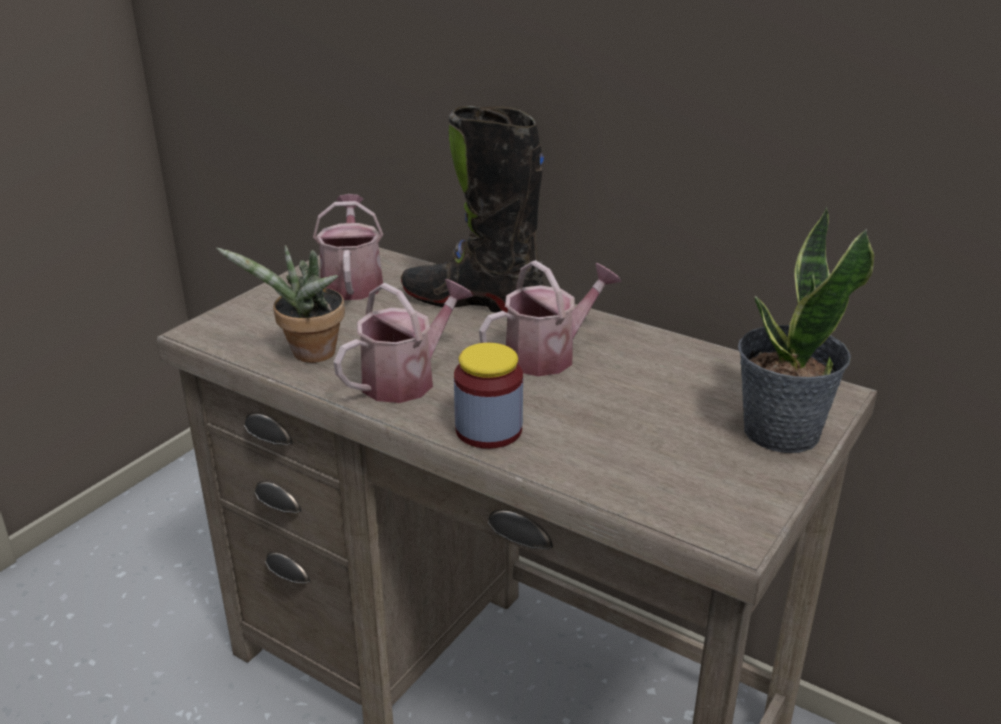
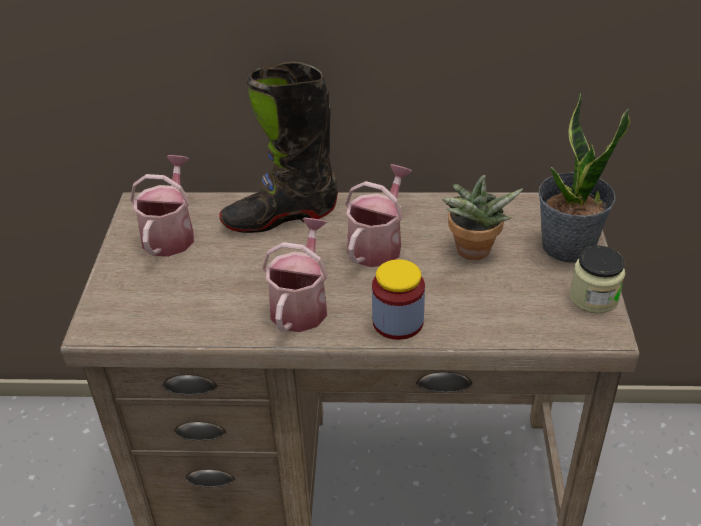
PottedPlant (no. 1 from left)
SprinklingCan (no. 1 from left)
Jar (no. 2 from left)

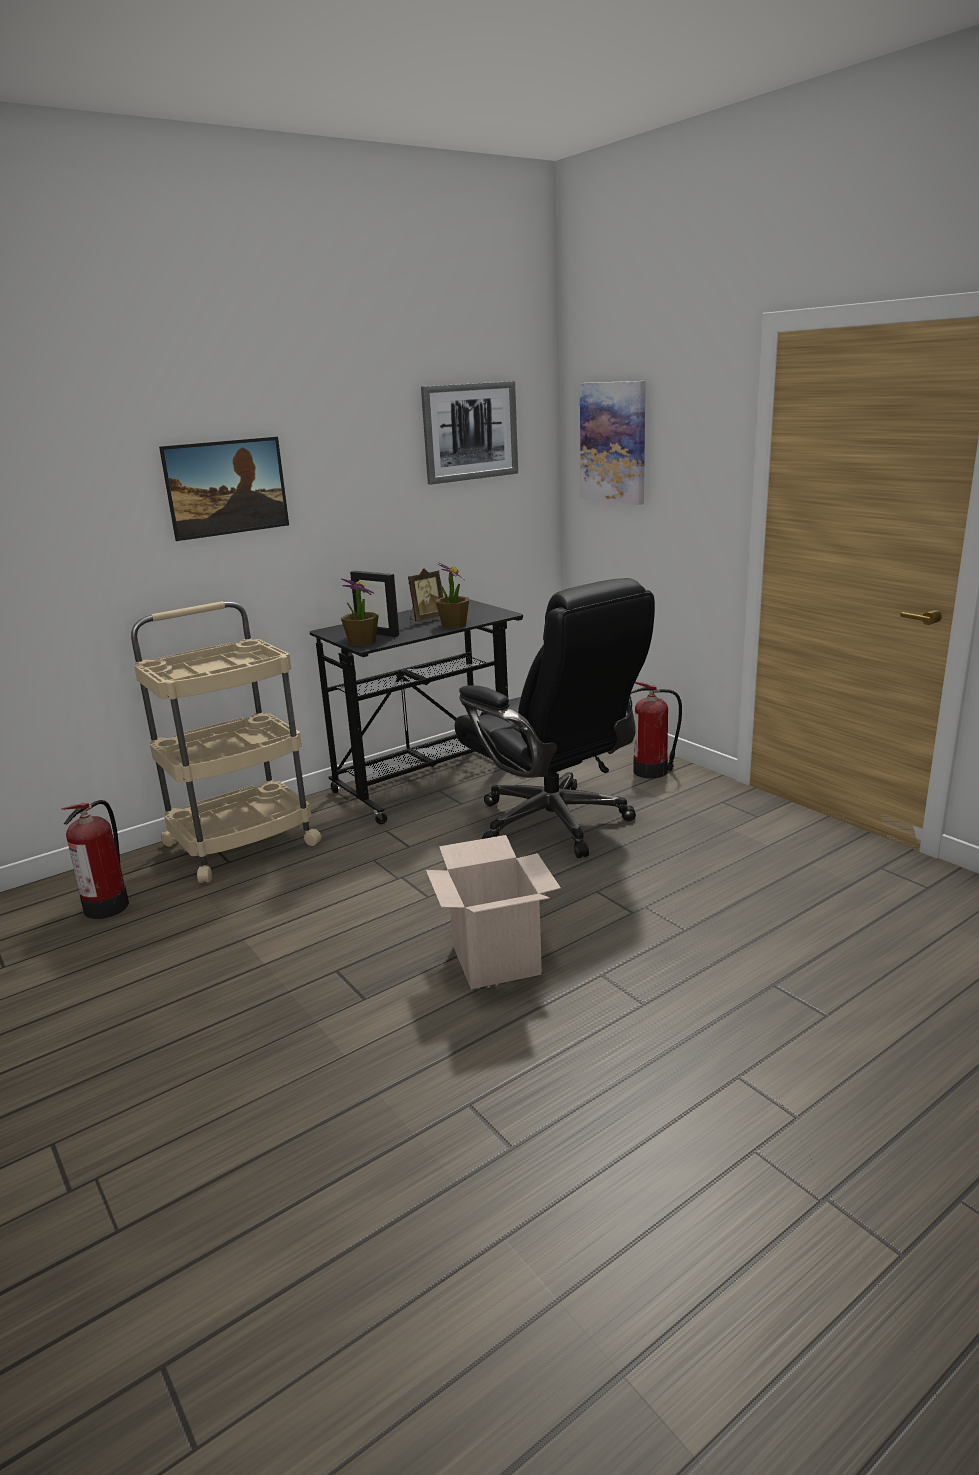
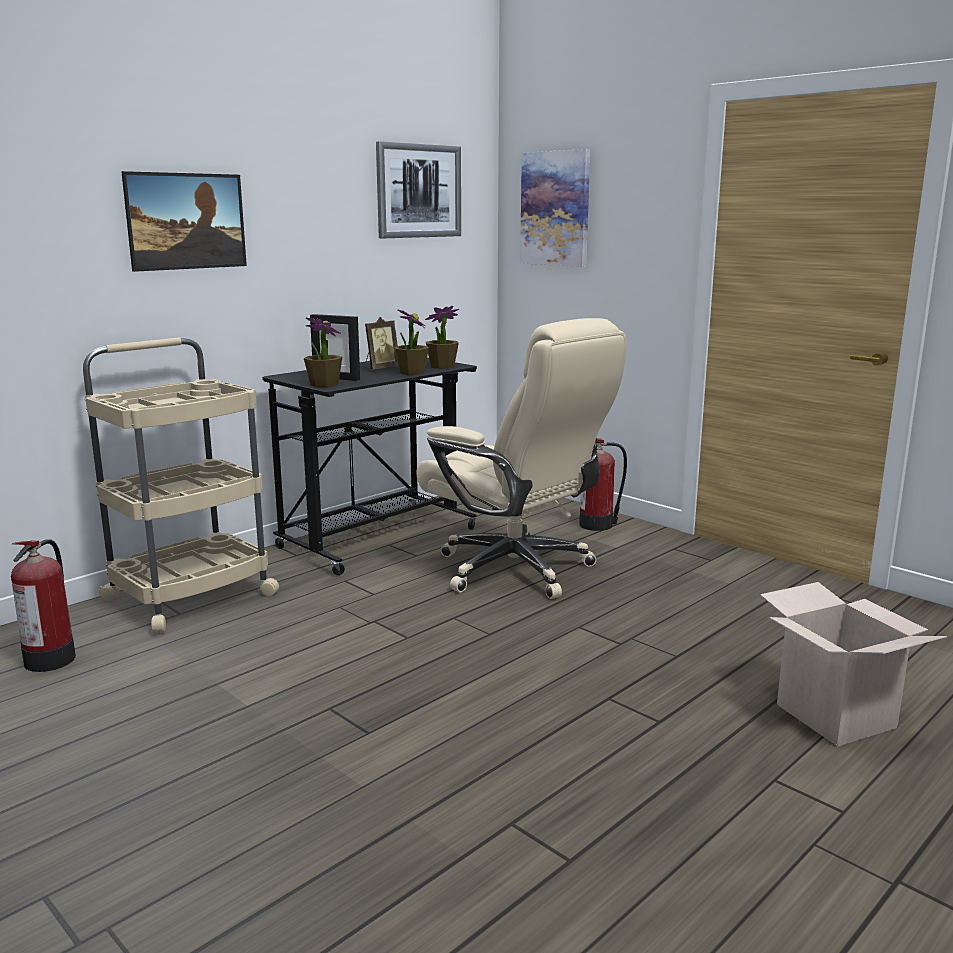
PackingBox
SandColouredOfficeChair
PottedPlant (no. 3 from left)

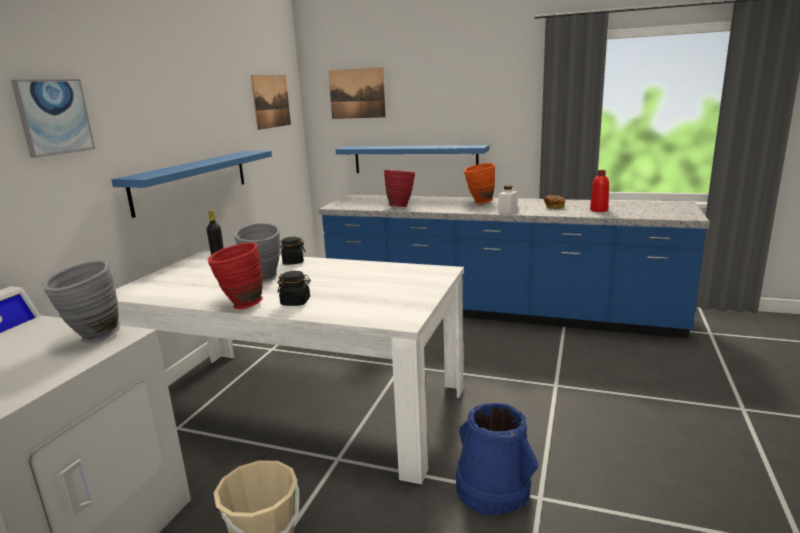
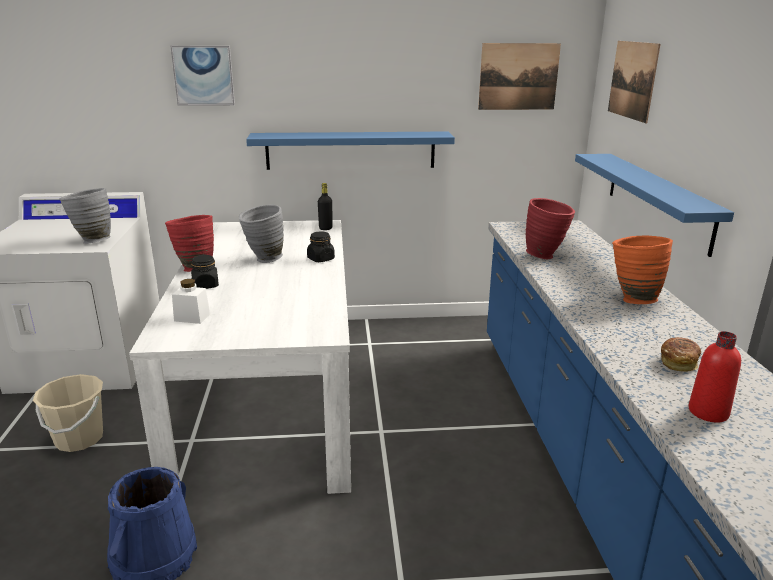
WhiteJar

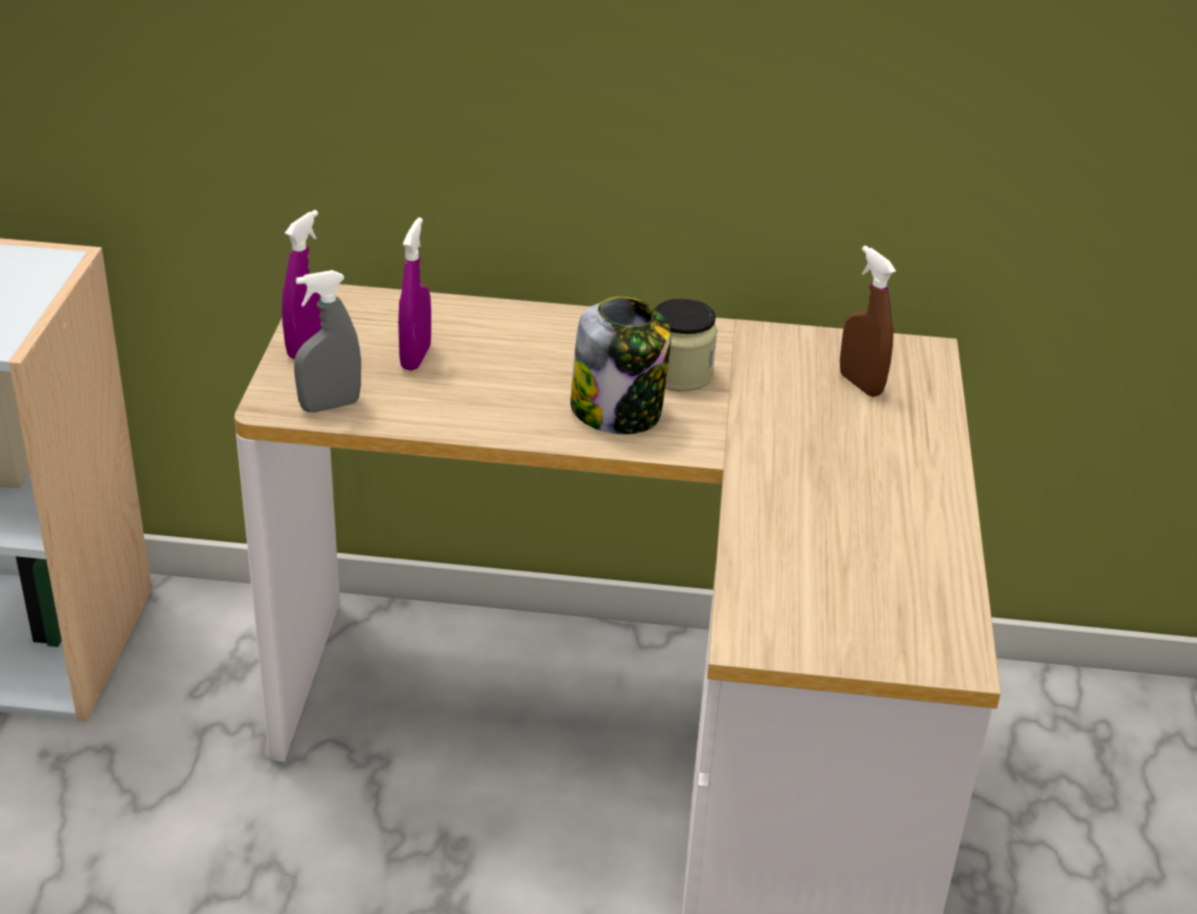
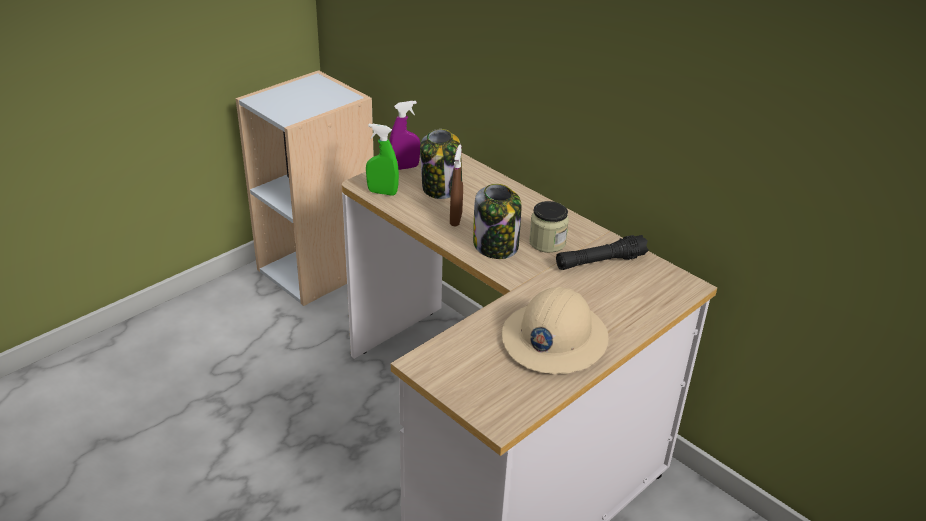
GreenColouredSprayer
Jar (no. 1 from left)
BrownColouredSprayer
SandColouredHardHat
BlackColouredFlashlight

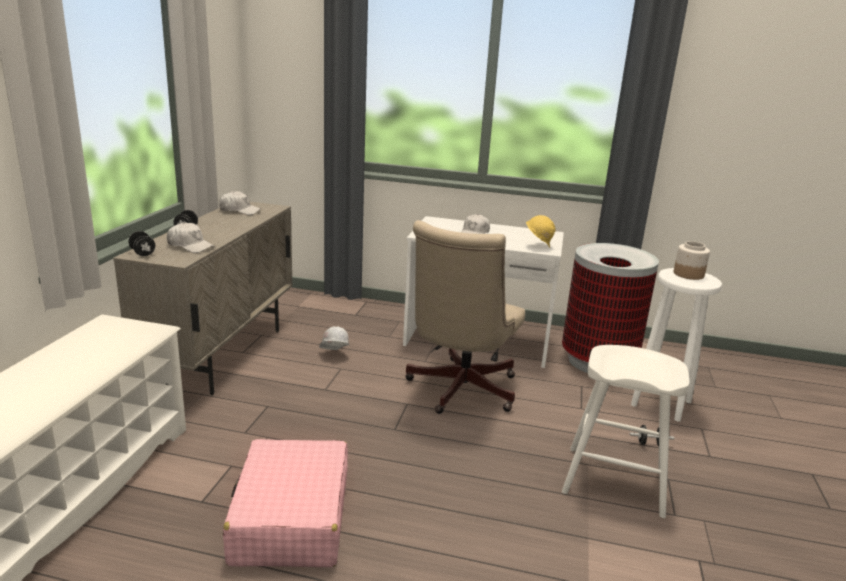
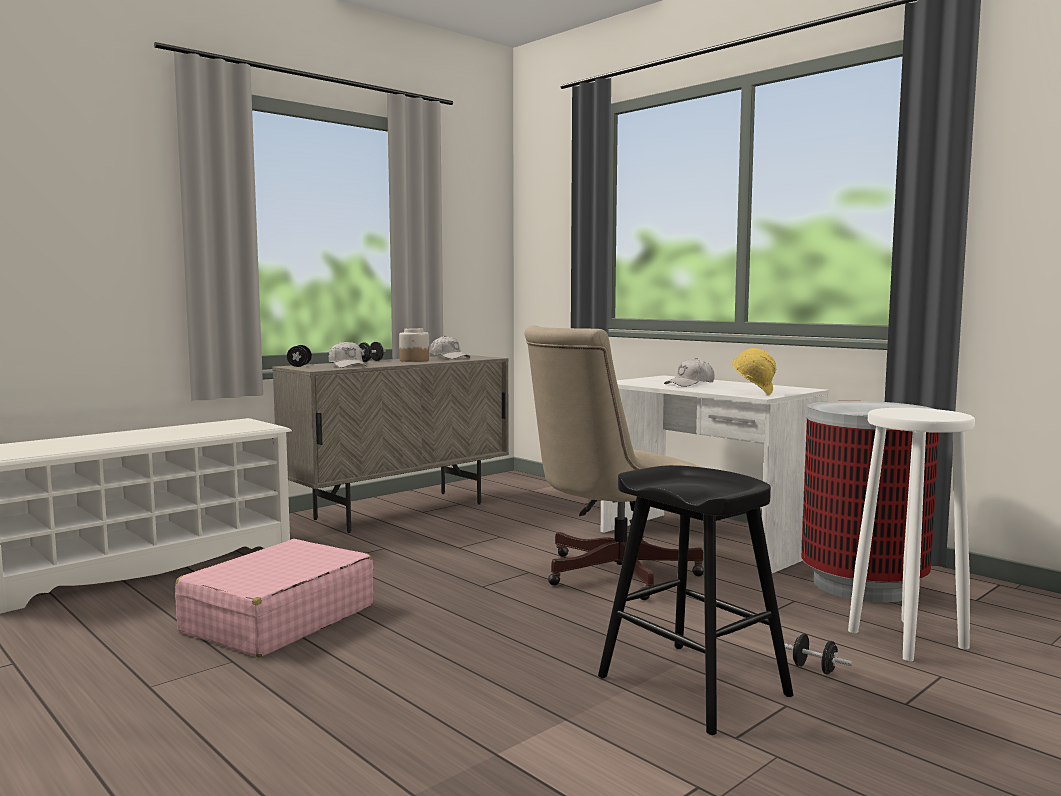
WhiteHardHat
BlackColouredSittingStool
Jar

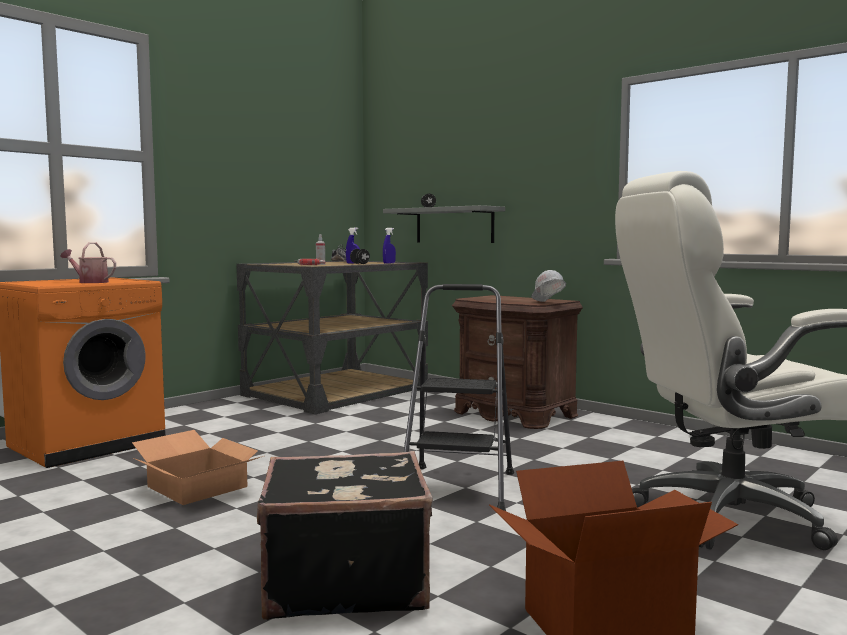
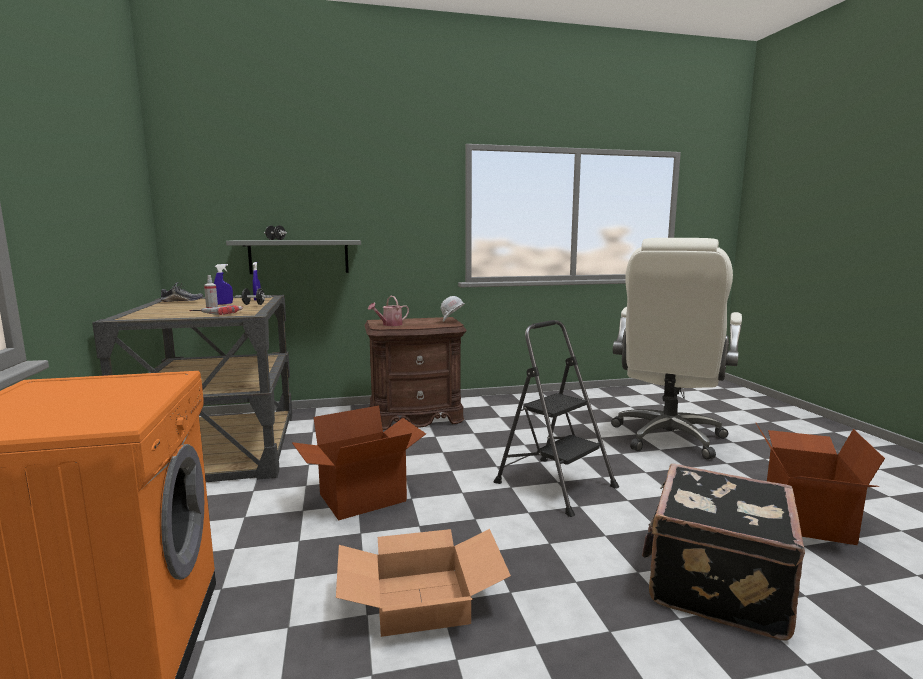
SprinklingCan
PackingBox (no. 1 from left)

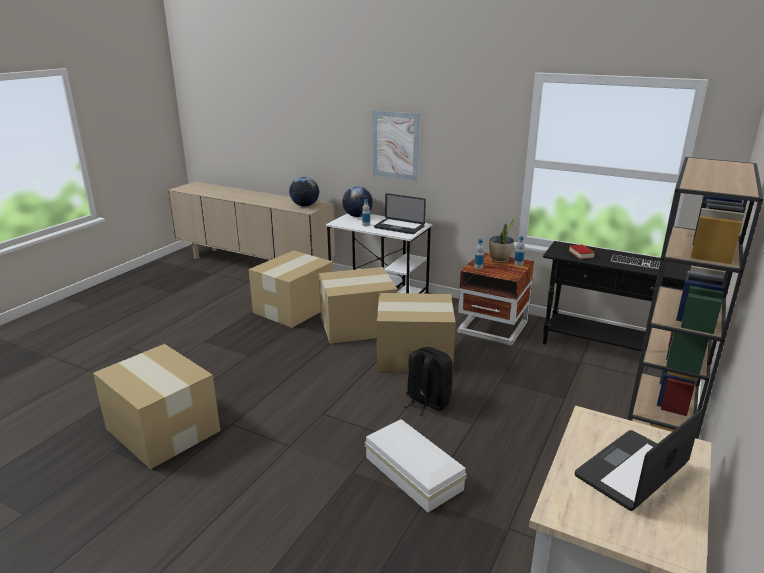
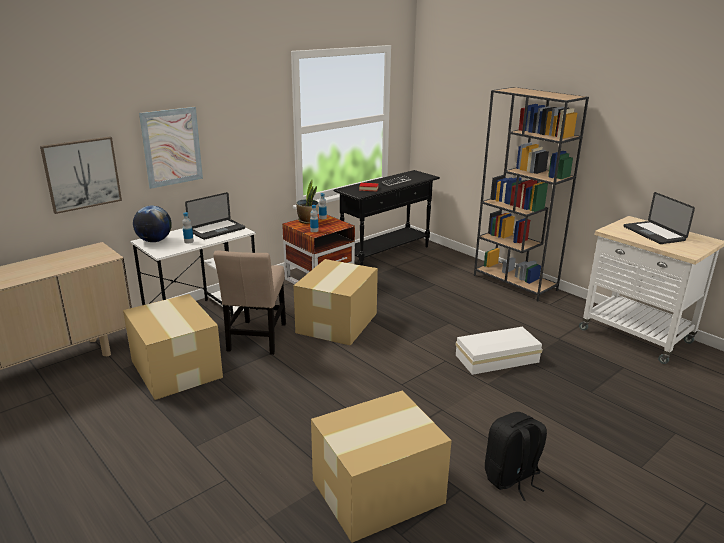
Globe (no. 1 from left in the first image)
SandColouredUprightChair
BlackColouredRucksack
Picture (no. 1 from left)

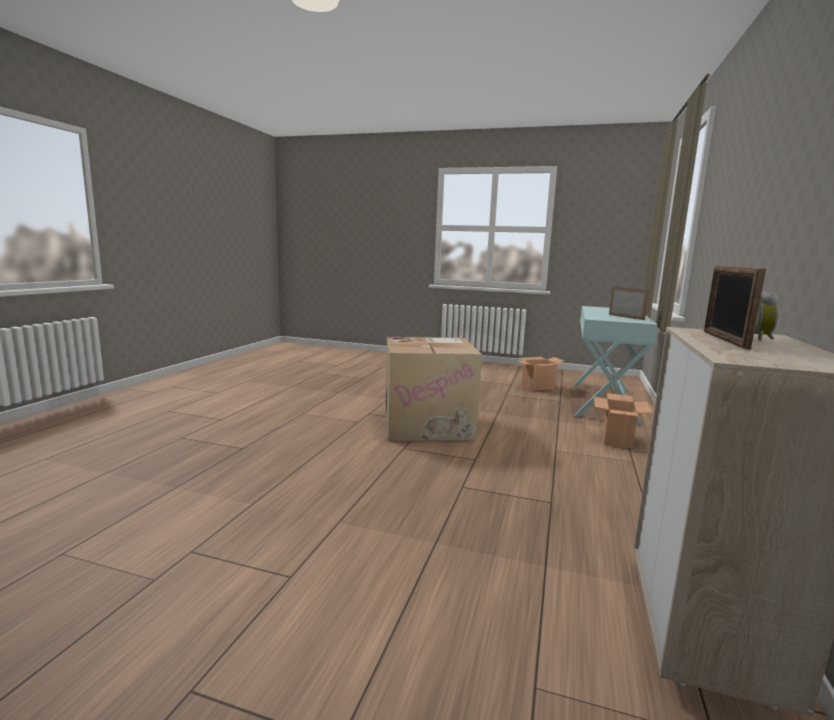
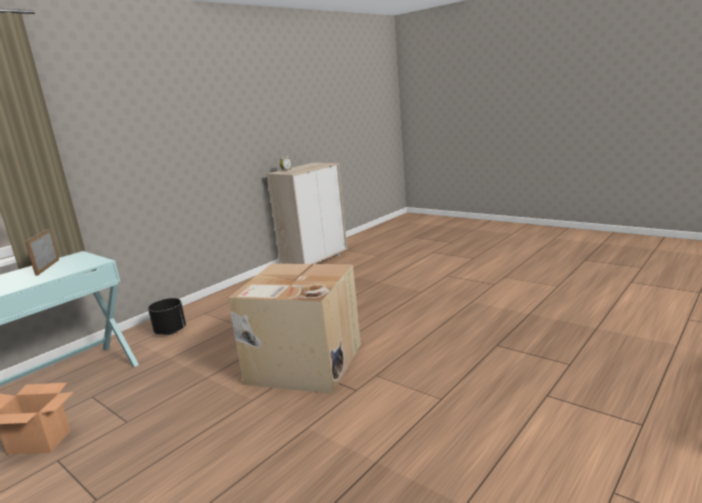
BlackColouredPlantPot
StandingFrame (no. 2 from left in the first image)

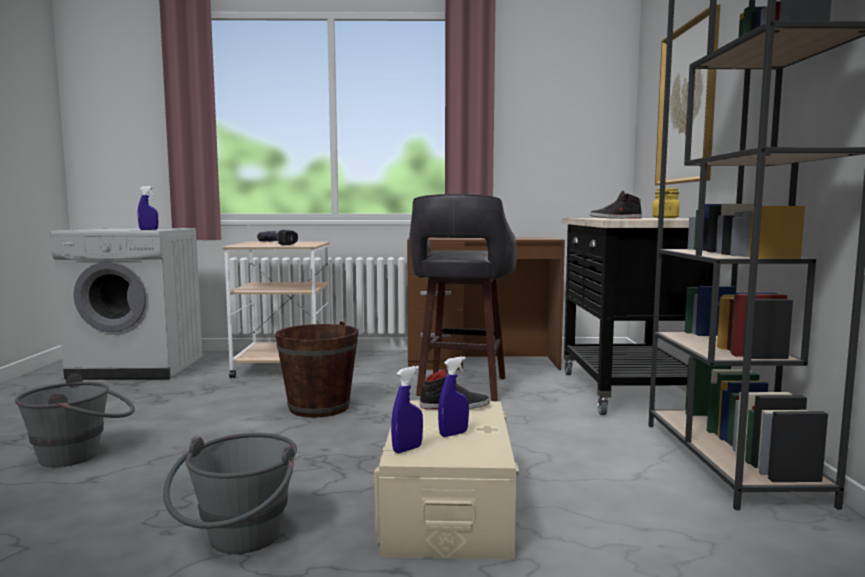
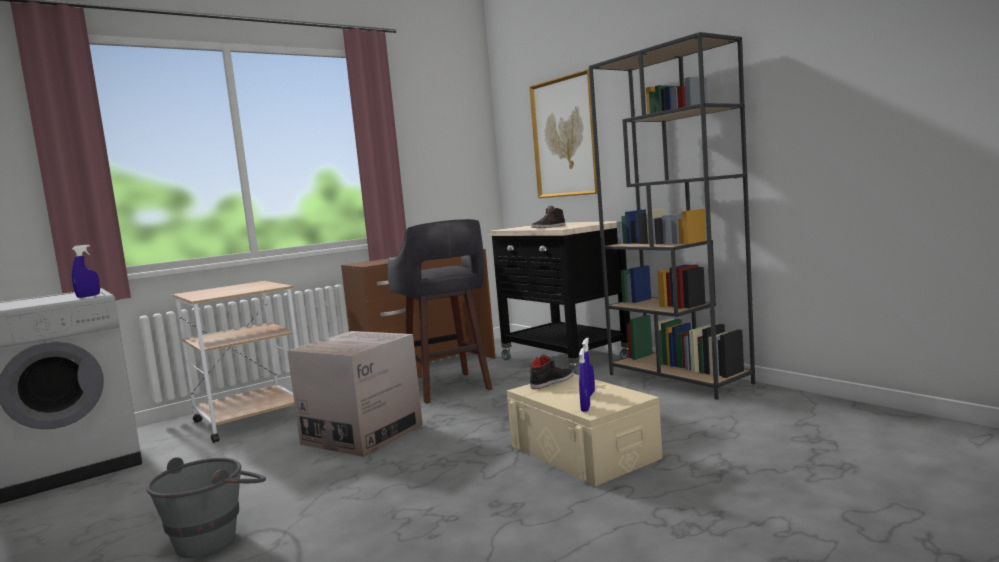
GreyPail (no. 2 from left in the first image)
PowerDrill
PackingBox
YellowColouredJar

